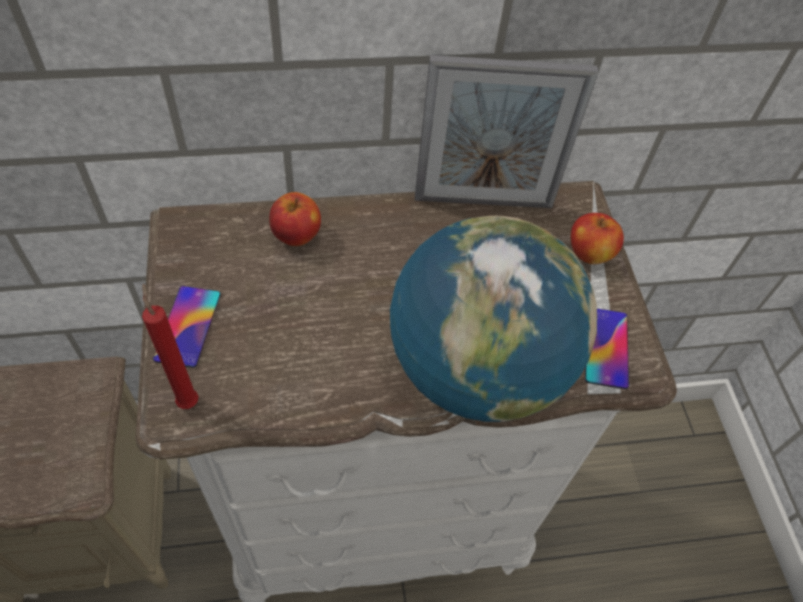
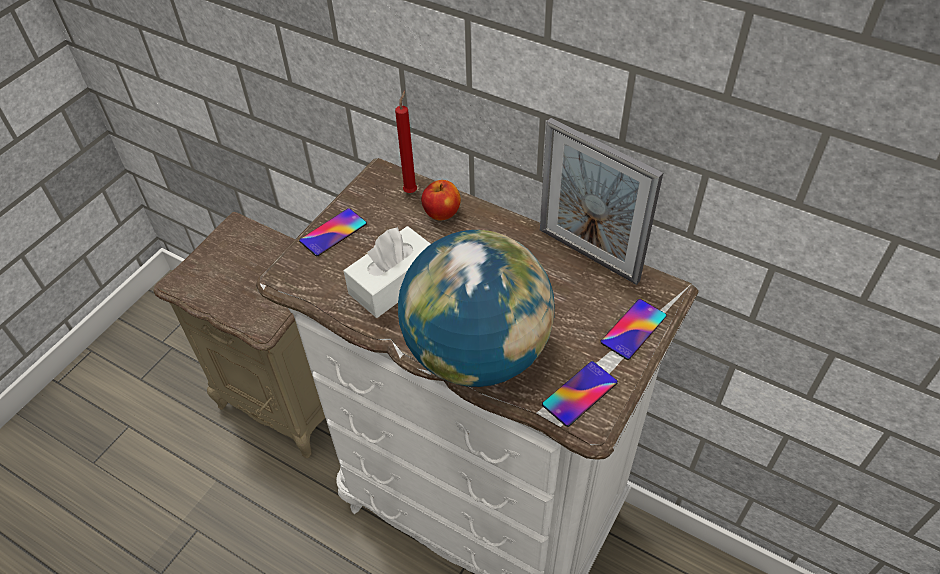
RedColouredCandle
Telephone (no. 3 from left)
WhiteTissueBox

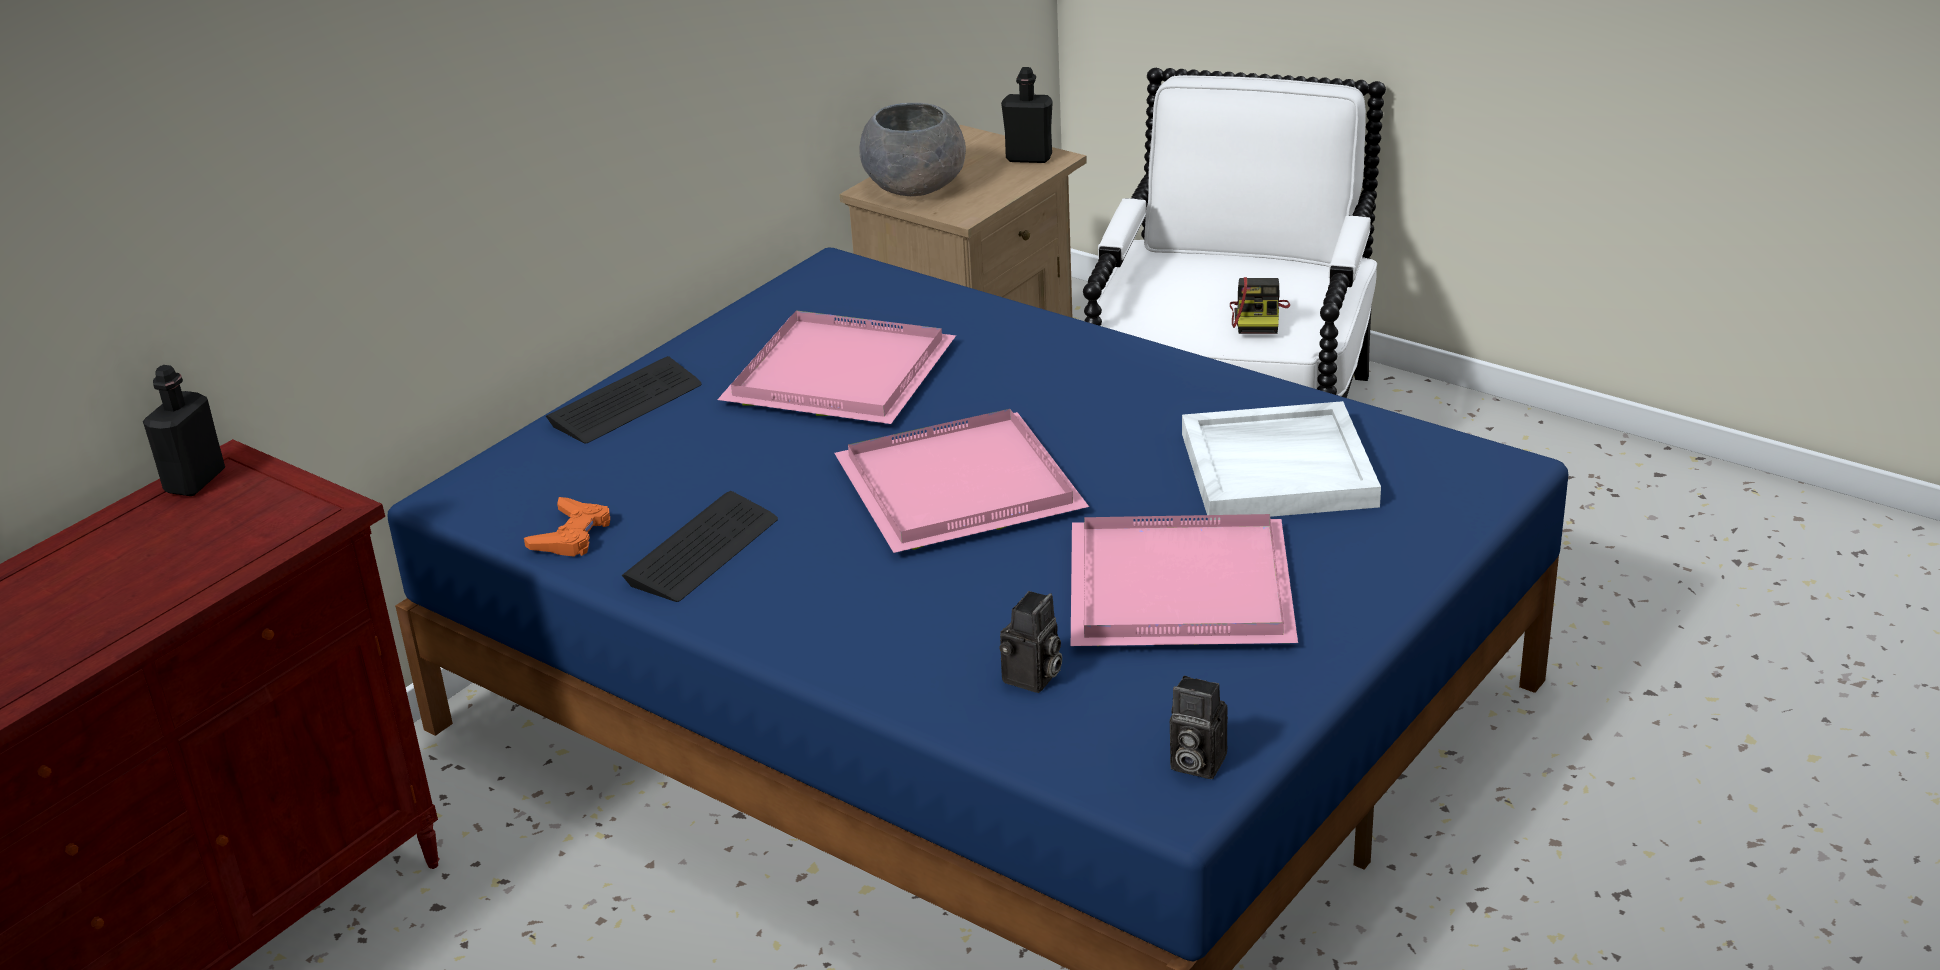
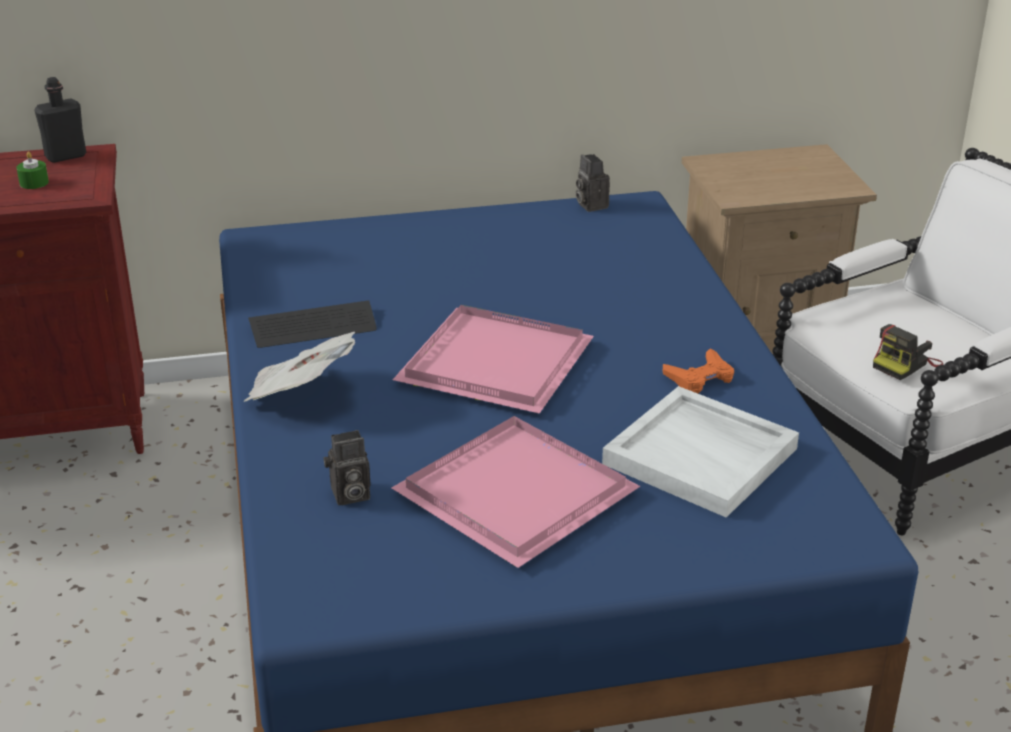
OrangeGamepad
Keyboard (no. 1 from left in the first image)
PinkishCarryingTray (no. 1 from left in the first image)
GreyDeepDish
BlackColouredBottle (no. 2 from left in the first image)
StillCamera (no. 2 from left)
GreenColouredCandle
DailyPaper

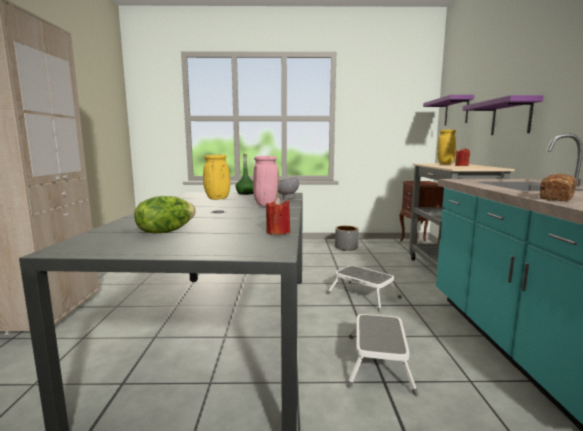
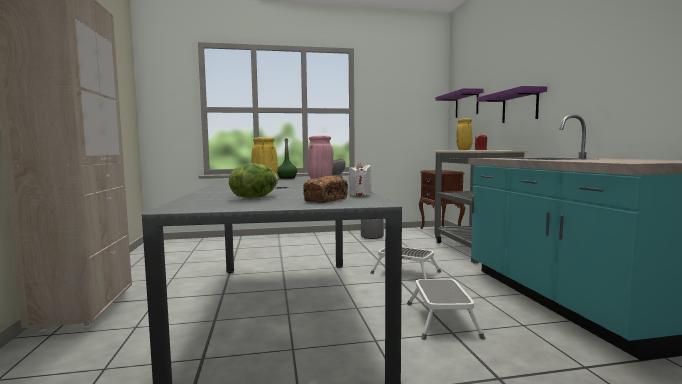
WhiteCandle
BakeryBread

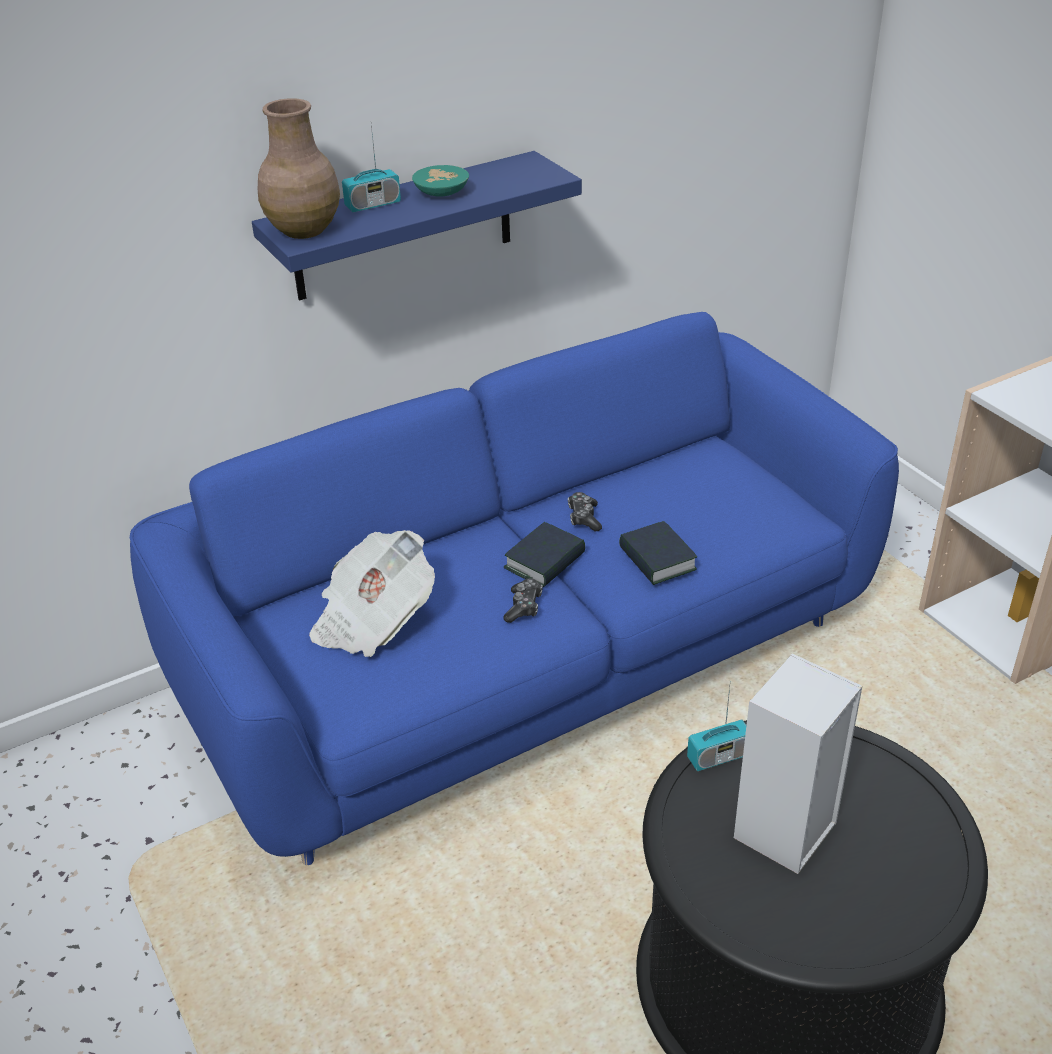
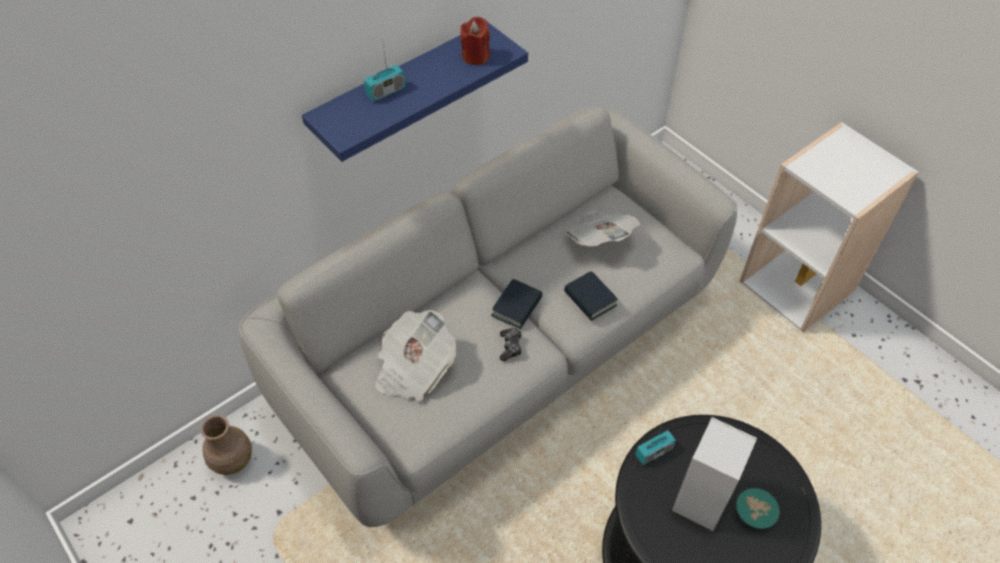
GreySettee
BrownColouredDecorativeVase
BlueGreenDeepDish
Gamepad (no. 2 from left in the first image)
RedColouredCandle
DailyPaper (no. 2 from left)

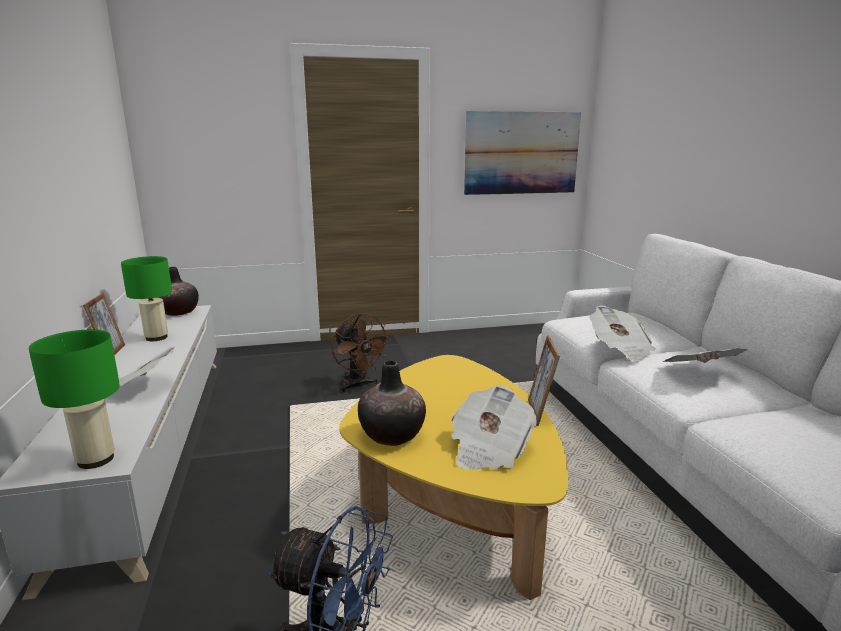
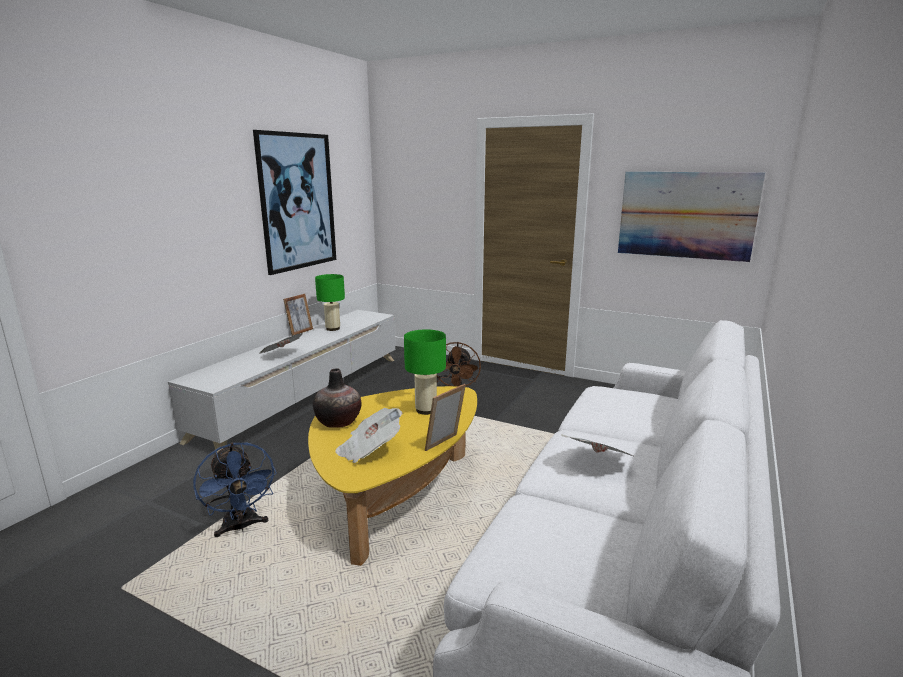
GreenColouredLampForATable (no. 2 from left)
DecorativeVase (no. 1 from left in the first image)
DailyPaper (no. 3 from left in the first image)
Picture (no. 1 from left)

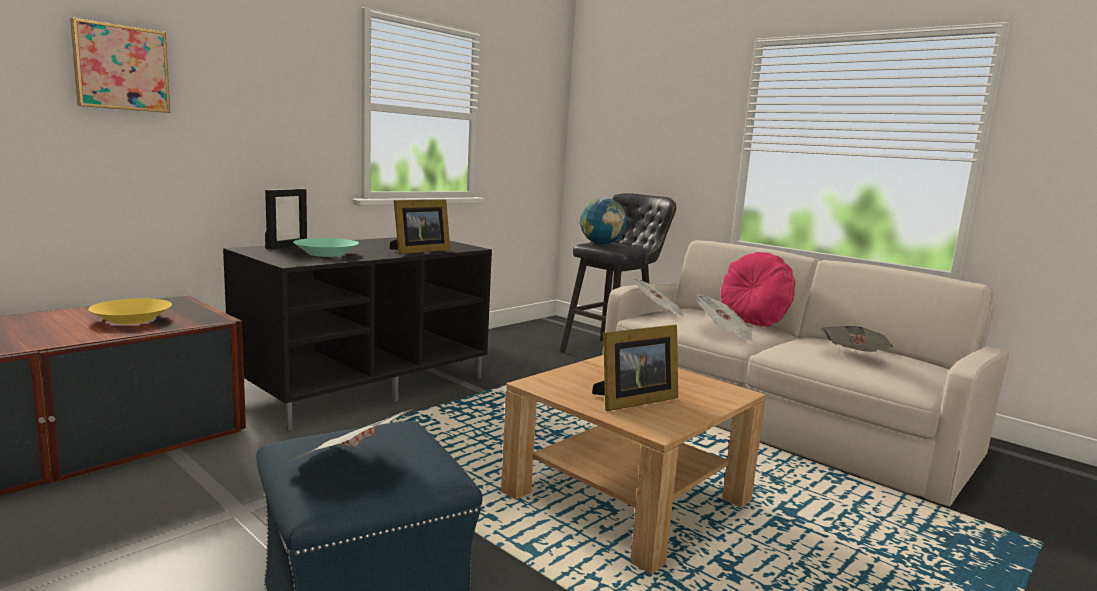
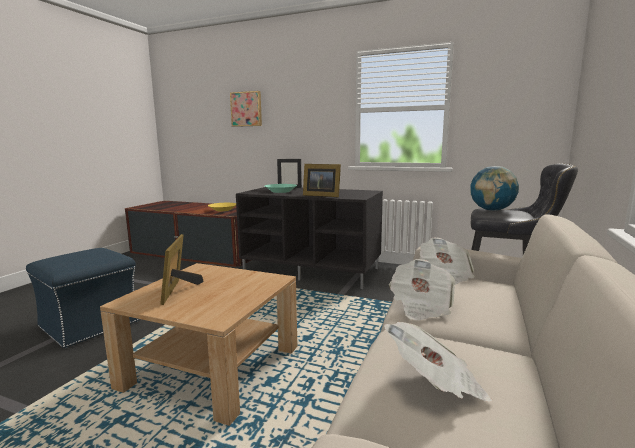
DailyPaper (no. 1 from left in the first image)
StandingFrame (no. 1 from left)
PinkishPillow

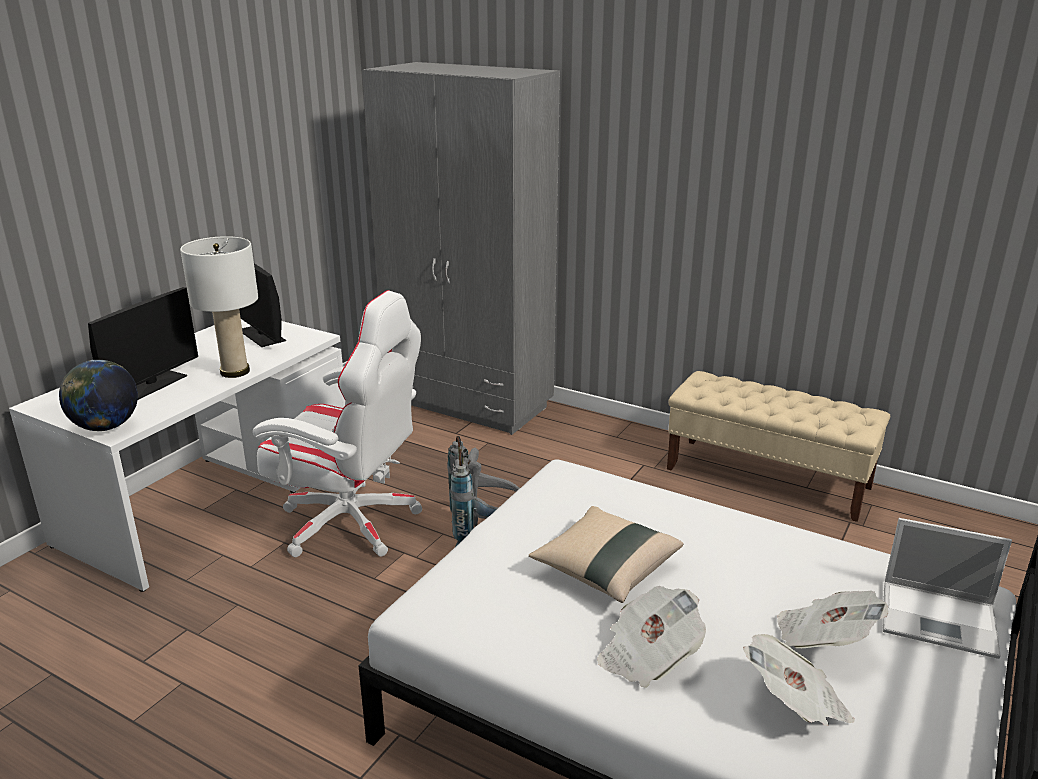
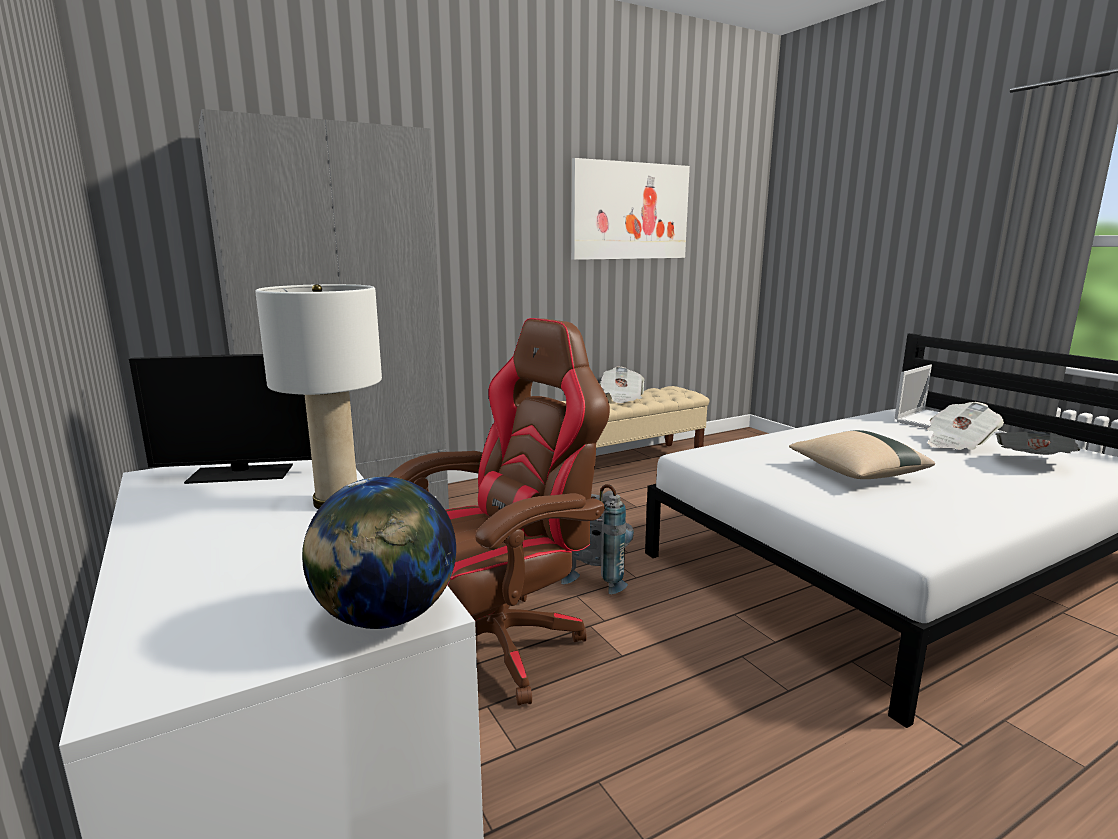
Monitor (no. 1 from left in the first image)
BrownColouredOfficeChair
DailyPaper (no. 1 from left)
Picture

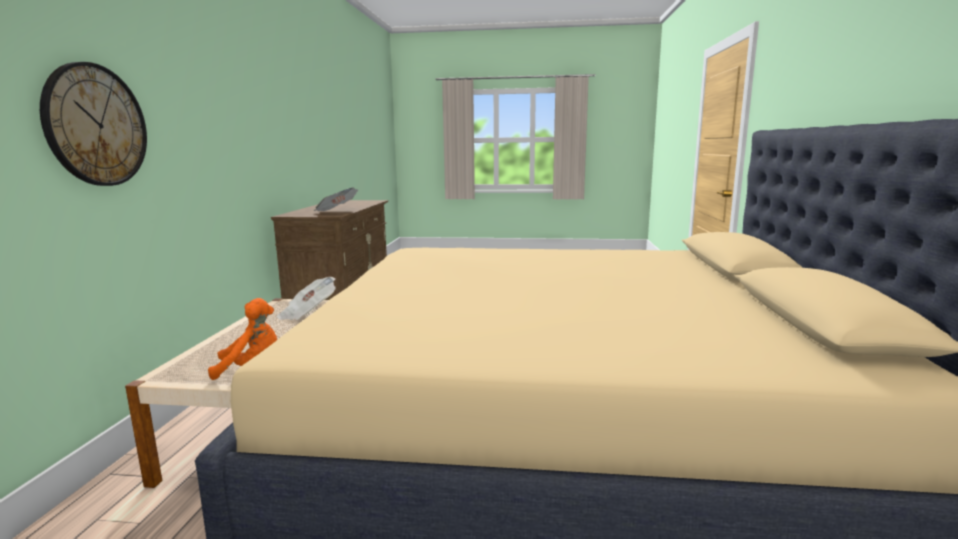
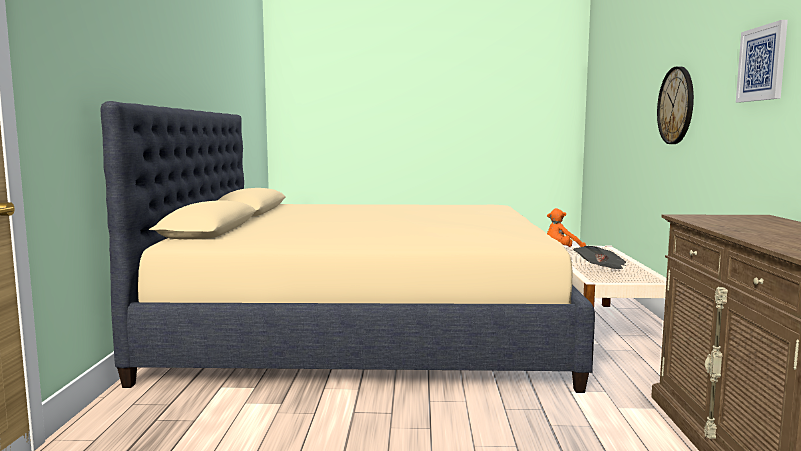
DailyPaper (no. 2 from left in the first image)
Picture

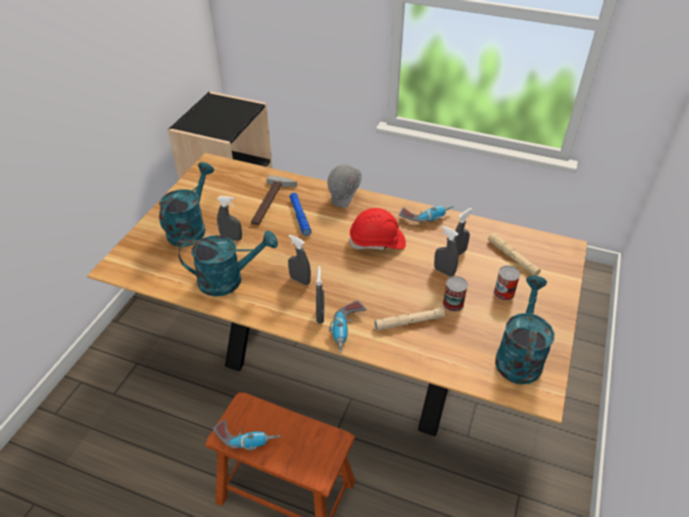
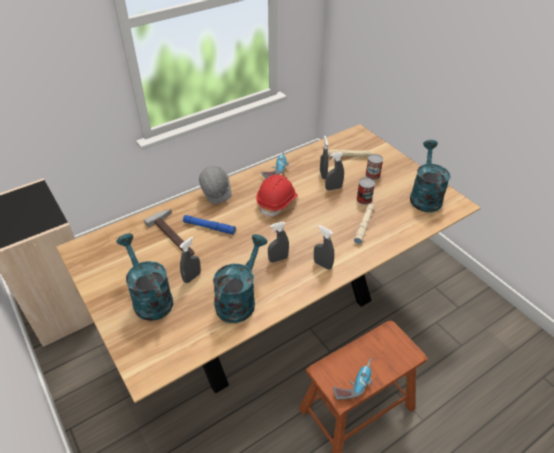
PowerDrill (no. 2 from left in the first image)
BlueGreenSprinklingCan (no. 3 from left)

